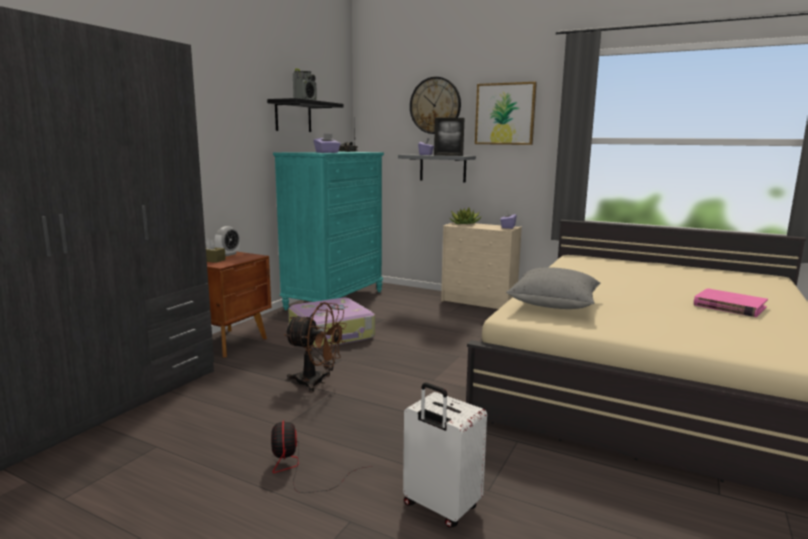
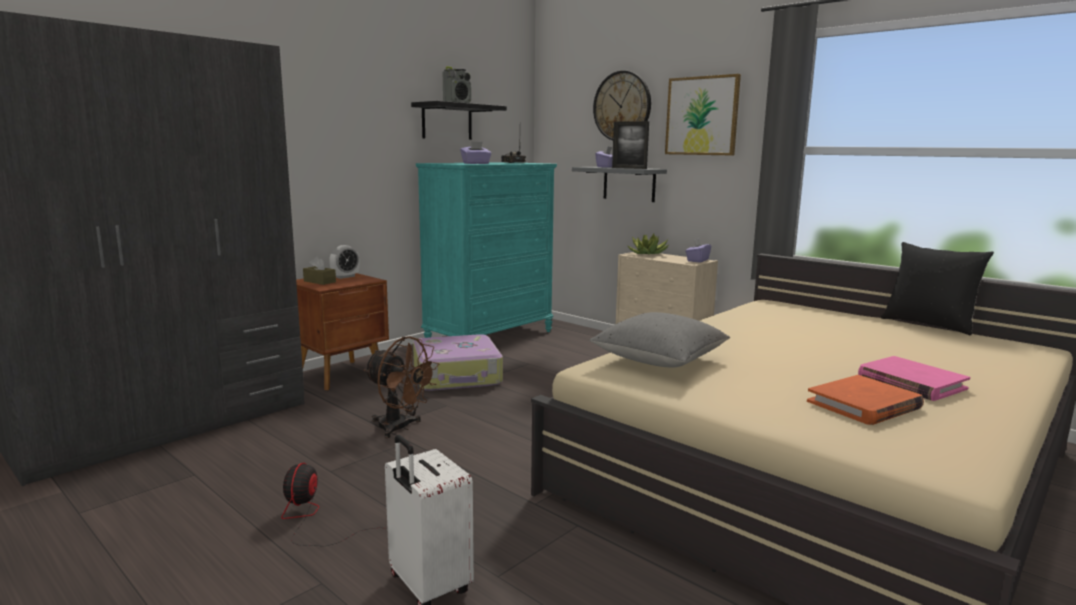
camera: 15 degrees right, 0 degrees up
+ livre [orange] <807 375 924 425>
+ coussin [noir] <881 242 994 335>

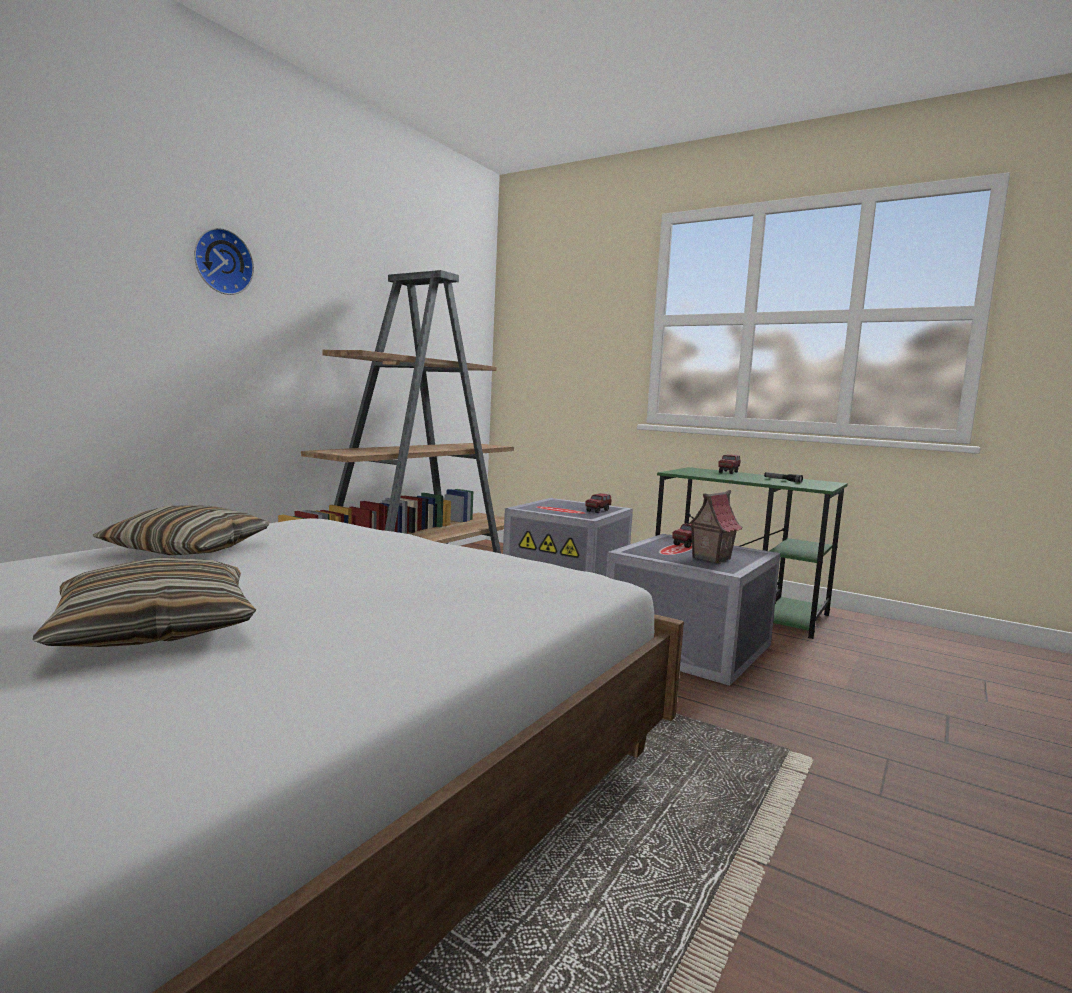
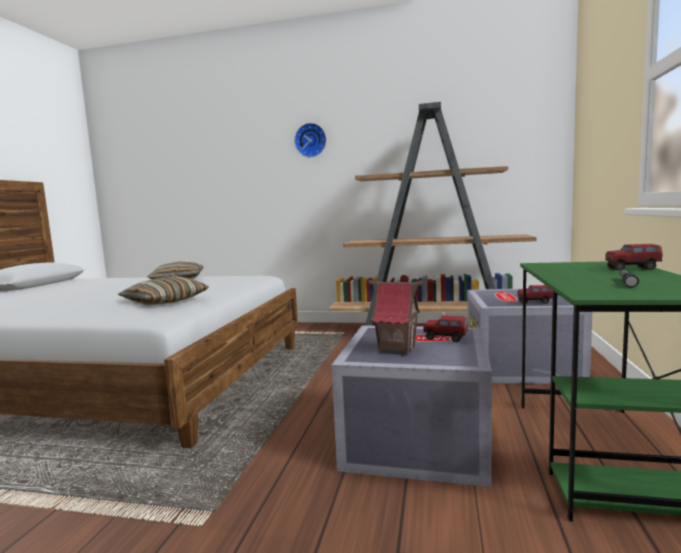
camera: 70 degrees right, 0 degrees up
~ coussin <32 557 256 647> to <118 276 209 305>

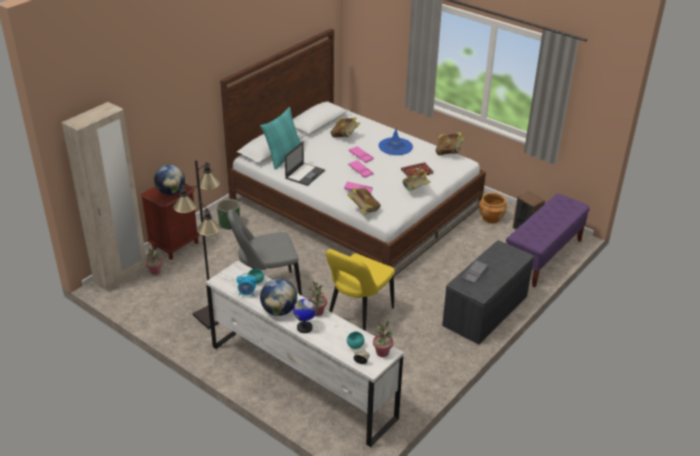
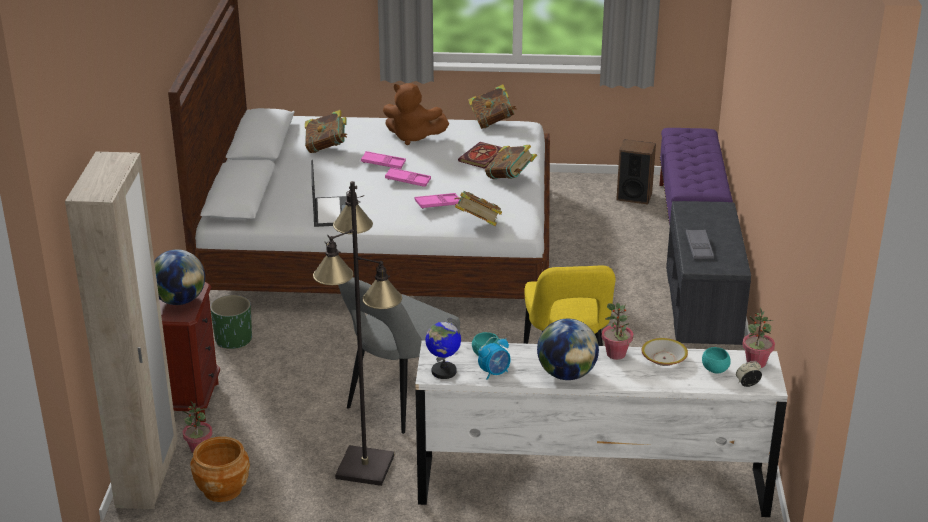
camera: 35 degrees left, 5 degrees down
~ cache-pot [marron] <479 193 507 223> to <190 437 250 502>
~ chapeau [bleu] <379 129 413 155> to peluche [marron] <383 83 449 145>
~ globe <293 299 319 333> to <425 318 461 379>
+ bol <642 338 688 366>
- coussin [turquoise] <260 107 301 169>

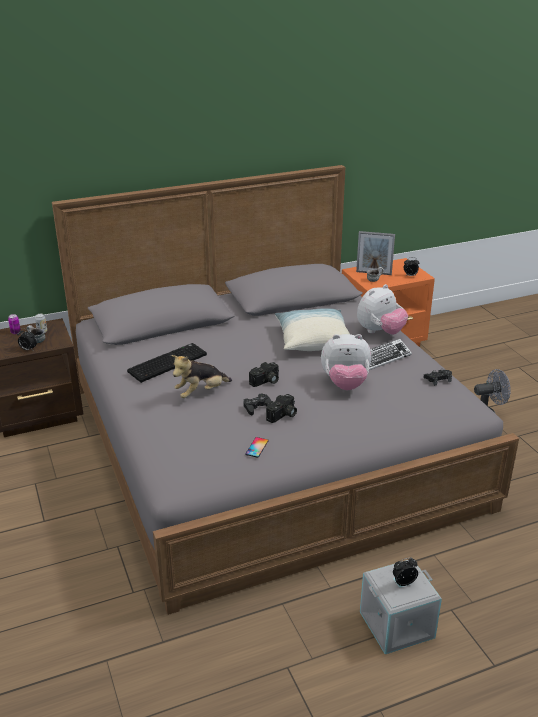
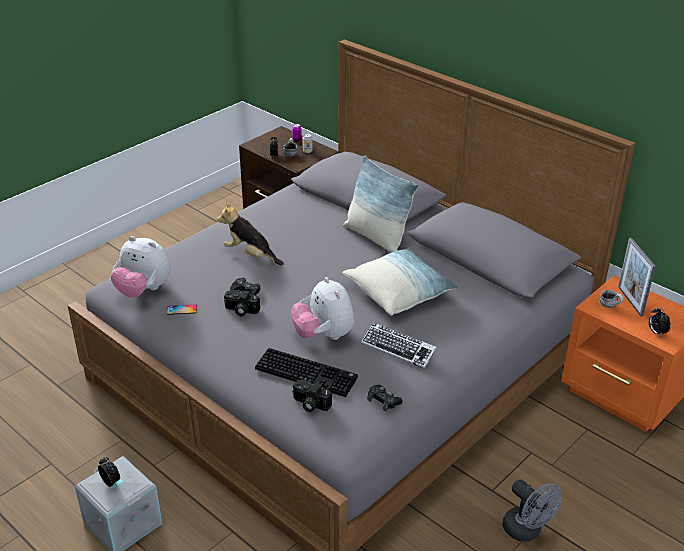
camera: 65 degrees right, 5 degrees up
~ peluche <357 284 408 335> to <111 236 171 298>
~ clavier <127 343 207 383> to <255 348 358 397>
~ appareil photo <249 362 279 387> to <292 379 332 412>
+ coussin <344 156 418 253>

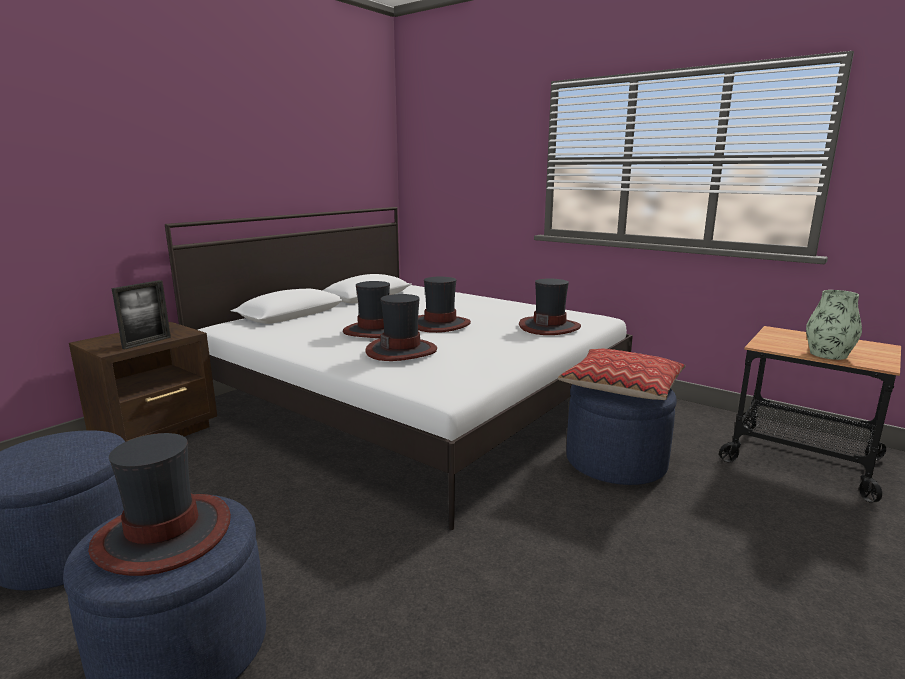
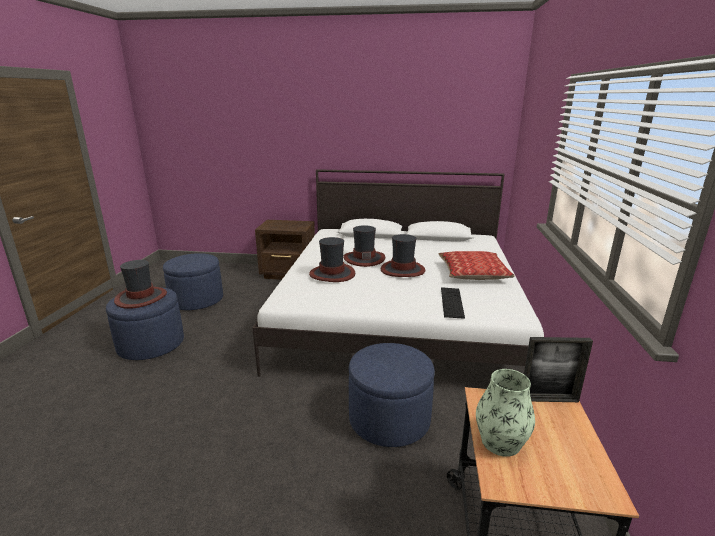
camera: 60 degrees right, 5 degrees up
~ coussin <558 349 686 400> to <439 251 515 280>
~ chapeau <519 278 581 335> to clavier <441 287 465 319>
~ cadre photo <112 280 171 349> to <524 337 593 402>

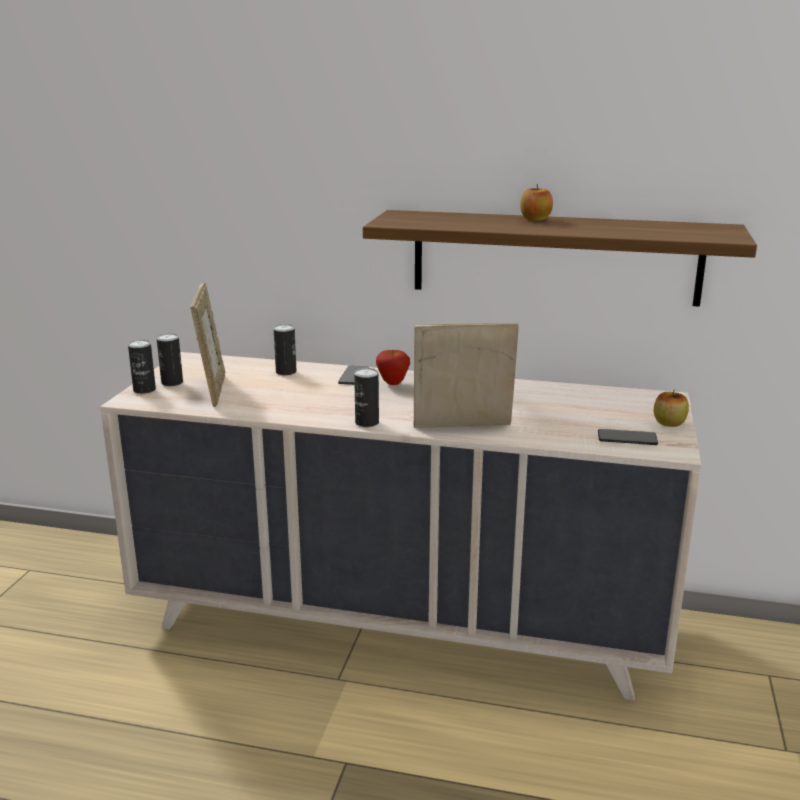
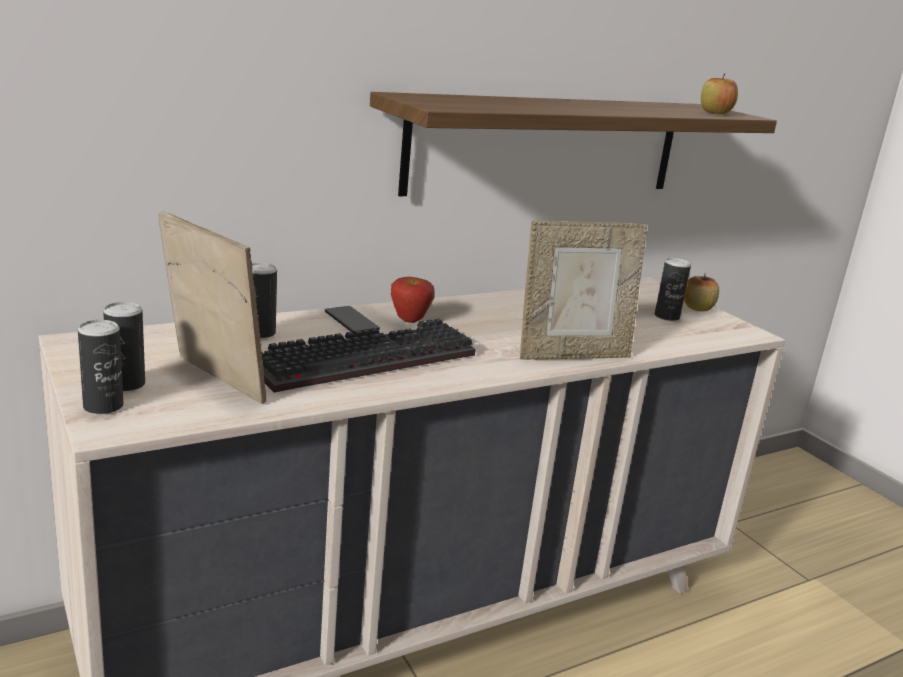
camera: 45 degrees left, 0 degrees up
+ clavier <262 319 476 393>
~ cadre photo <414 323 519 428> = <520 221 647 360> 150 degrees counterclockwise
~ boîte métallique <354 368 379 427> to <655 258 691 321>
~ pomme <520 184 553 221> to <701 73 738 114>
- téléphone <598 429 658 445>

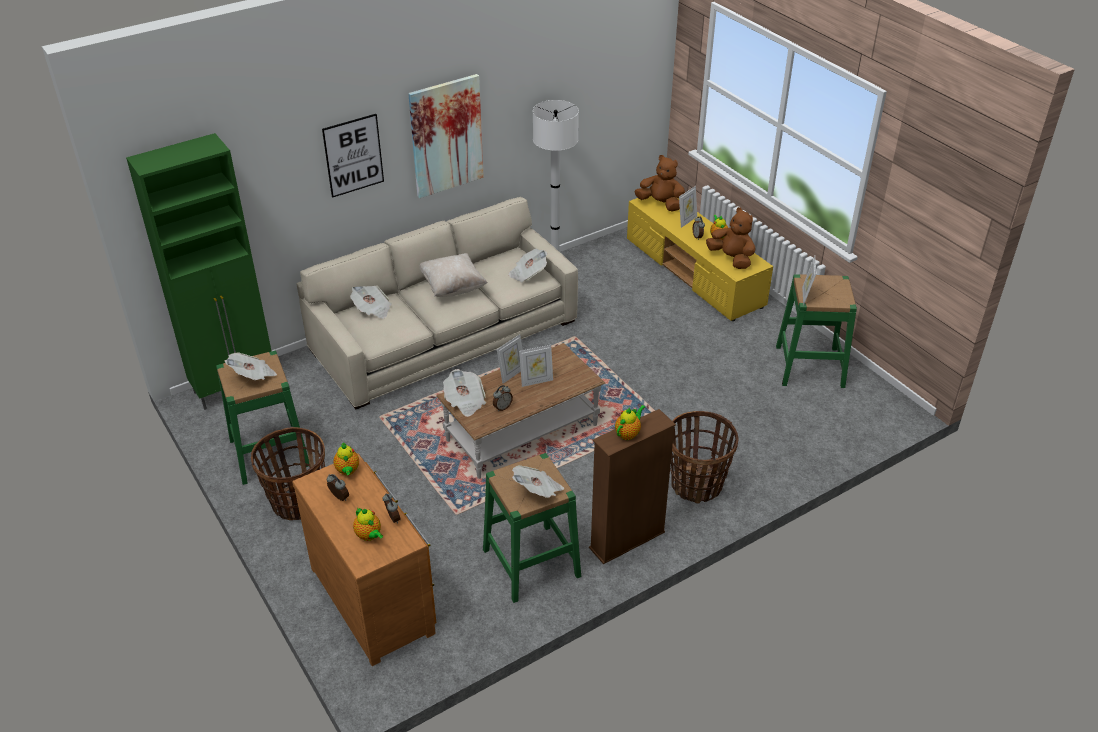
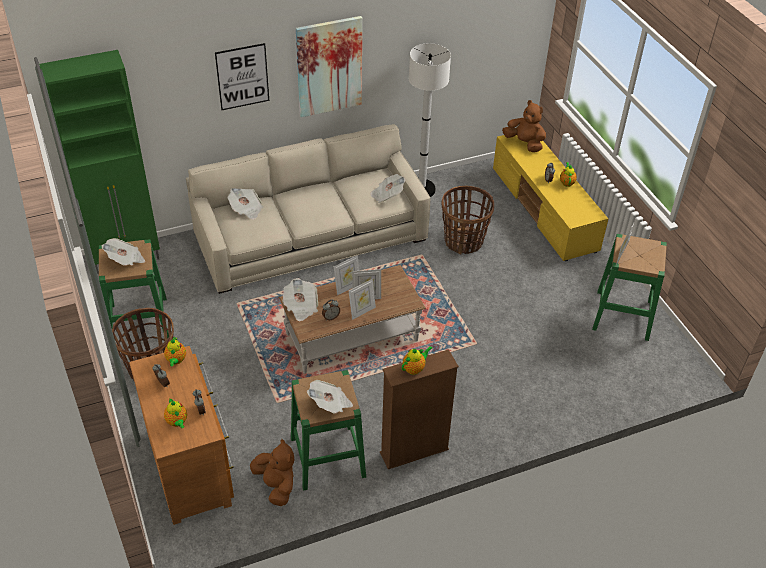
camera: 10 degrees right, 5 degrees up
~ peluche [marron] <706 207 755 269> to <250 439 295 506>
~ cadre photo <679 186 697 228> to <349 279 376 320>
~ panier <670 411 739 504> to <441 186 494 254>
- coussin [beige] <420 253 487 297>

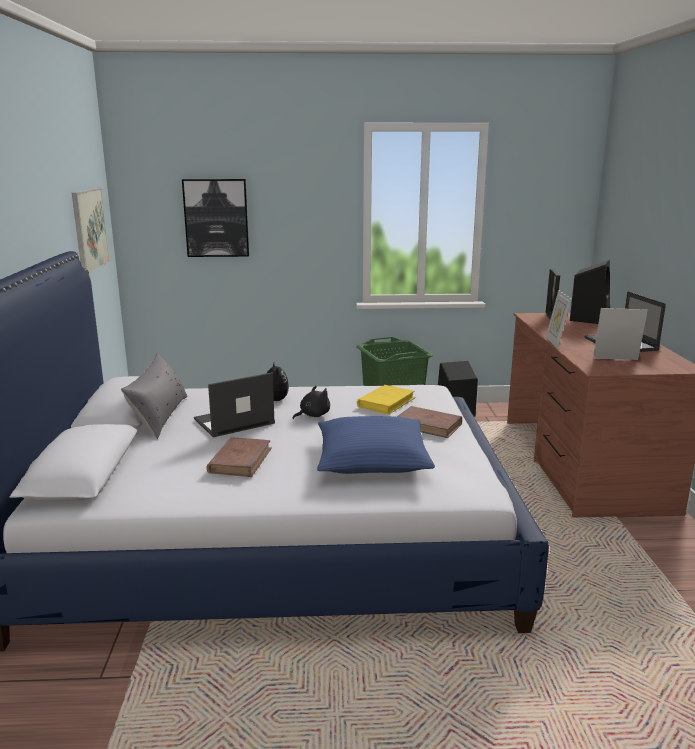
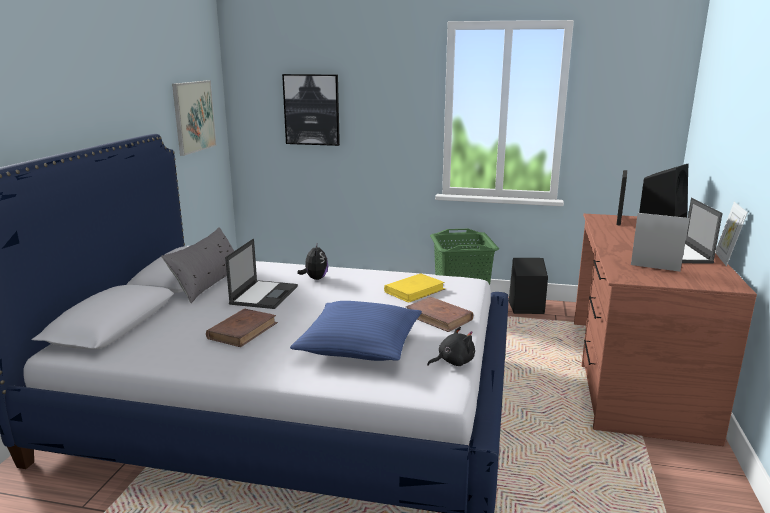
camera: 15 degrees right, 0 degrees up
~ ordinateur portable <194 373 275 437> = <225 239 298 309> 120 degrees clockwise
~ peluche [noir] <293 386 330 419> to <427 327 475 366>
~ cadre photo <546 290 571 348> to <715 202 748 266>

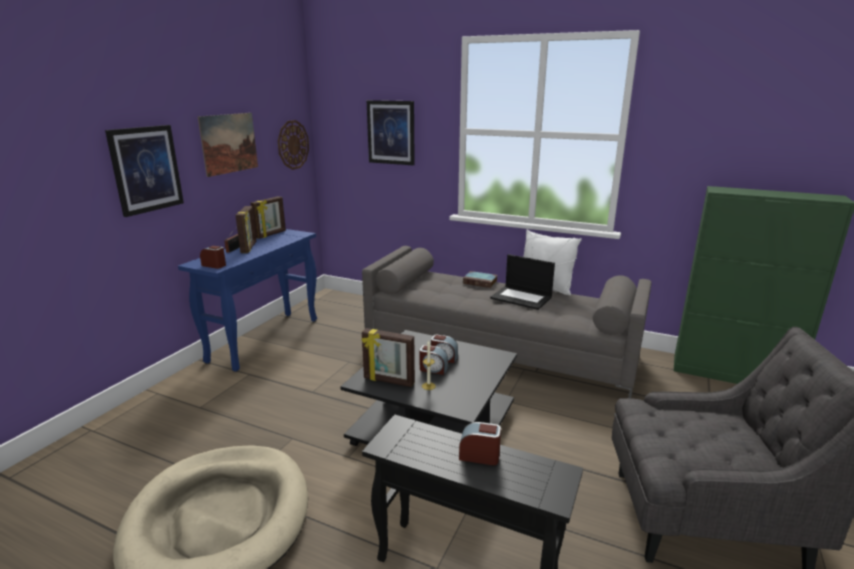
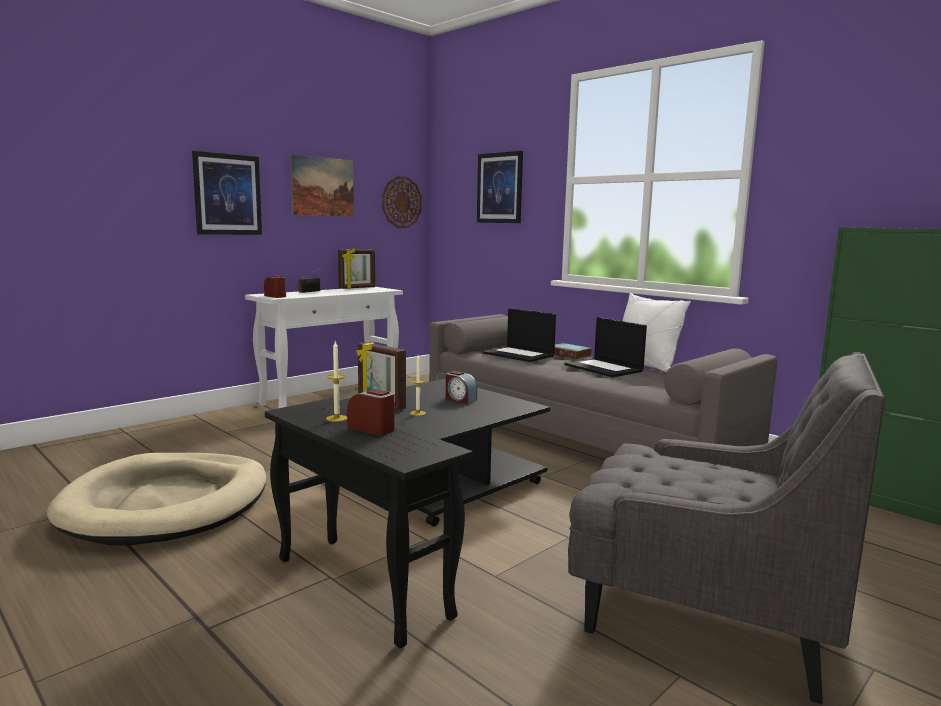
camera: 20 degrees right, 10 degrees down
~ table console [bleu] <178 229 317 372> to table console [blanc] <245 287 403 408>
+ bougie <326 341 347 422>
+ ordinateur portable <483 308 556 362>
- cadre photo <235 206 256 253>
- réveil <420 345 448 375>

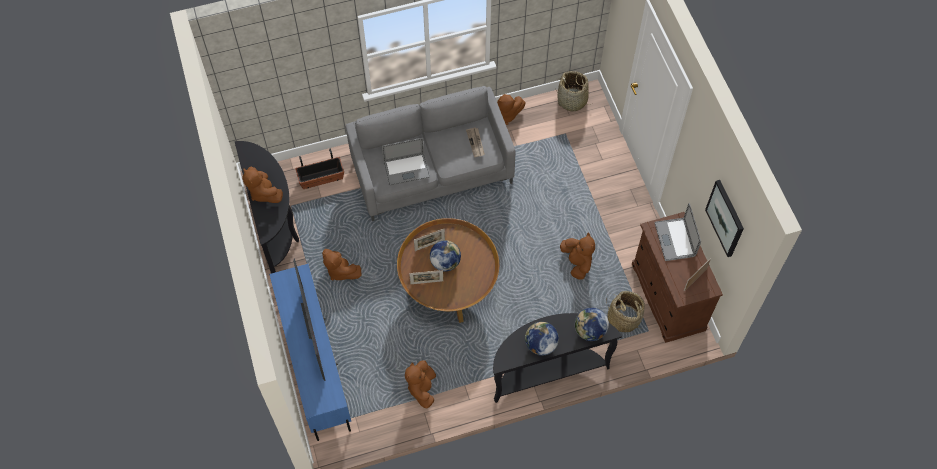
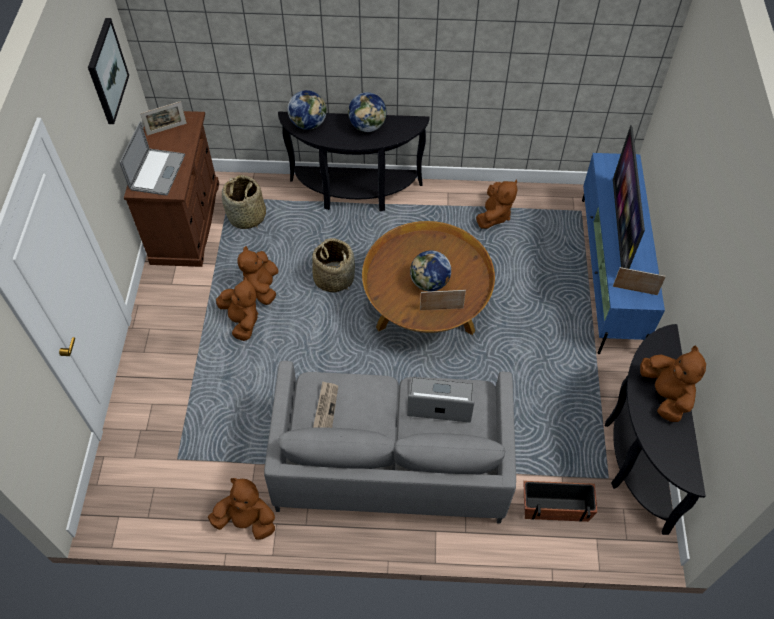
camera: 160 degrees left, 5 degrees down
~ peluche [marron] <322 249 361 281> to <216 276 258 341>
~ panier <557 71 591 111> to <312 238 355 293>
~ cadre photo <409 270 443 284> to <613 267 666 295>

